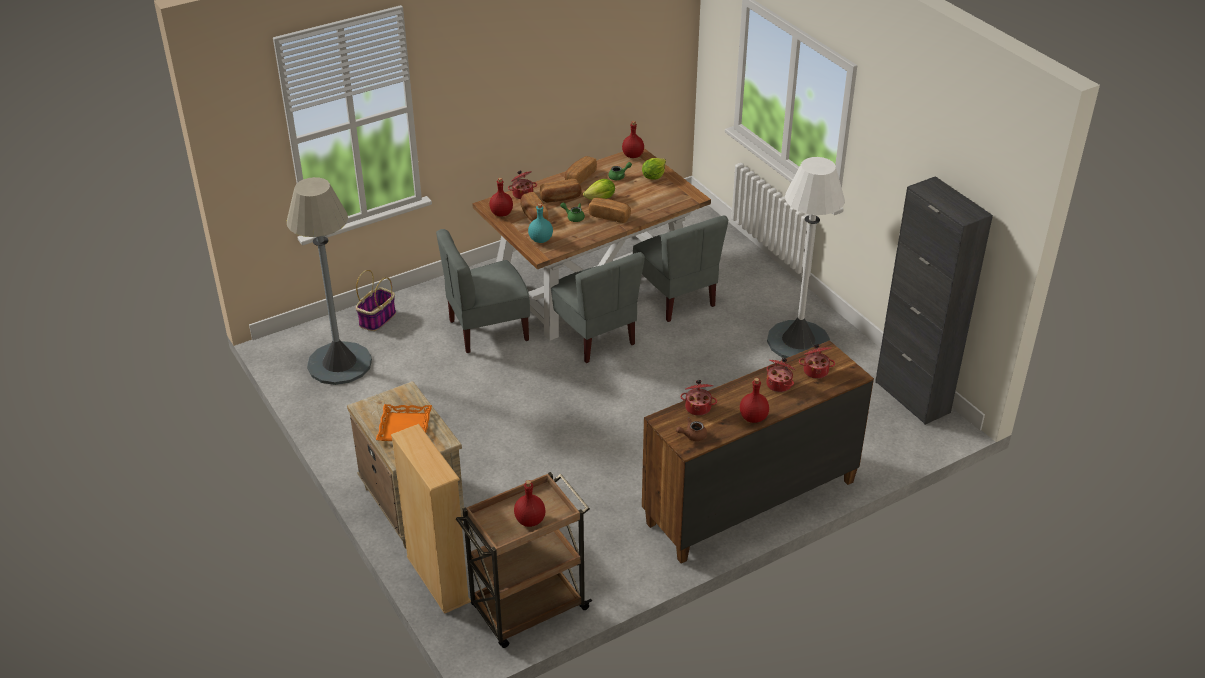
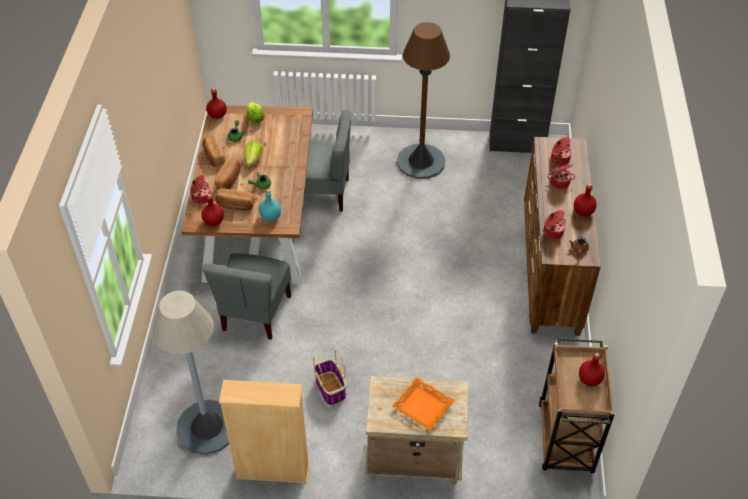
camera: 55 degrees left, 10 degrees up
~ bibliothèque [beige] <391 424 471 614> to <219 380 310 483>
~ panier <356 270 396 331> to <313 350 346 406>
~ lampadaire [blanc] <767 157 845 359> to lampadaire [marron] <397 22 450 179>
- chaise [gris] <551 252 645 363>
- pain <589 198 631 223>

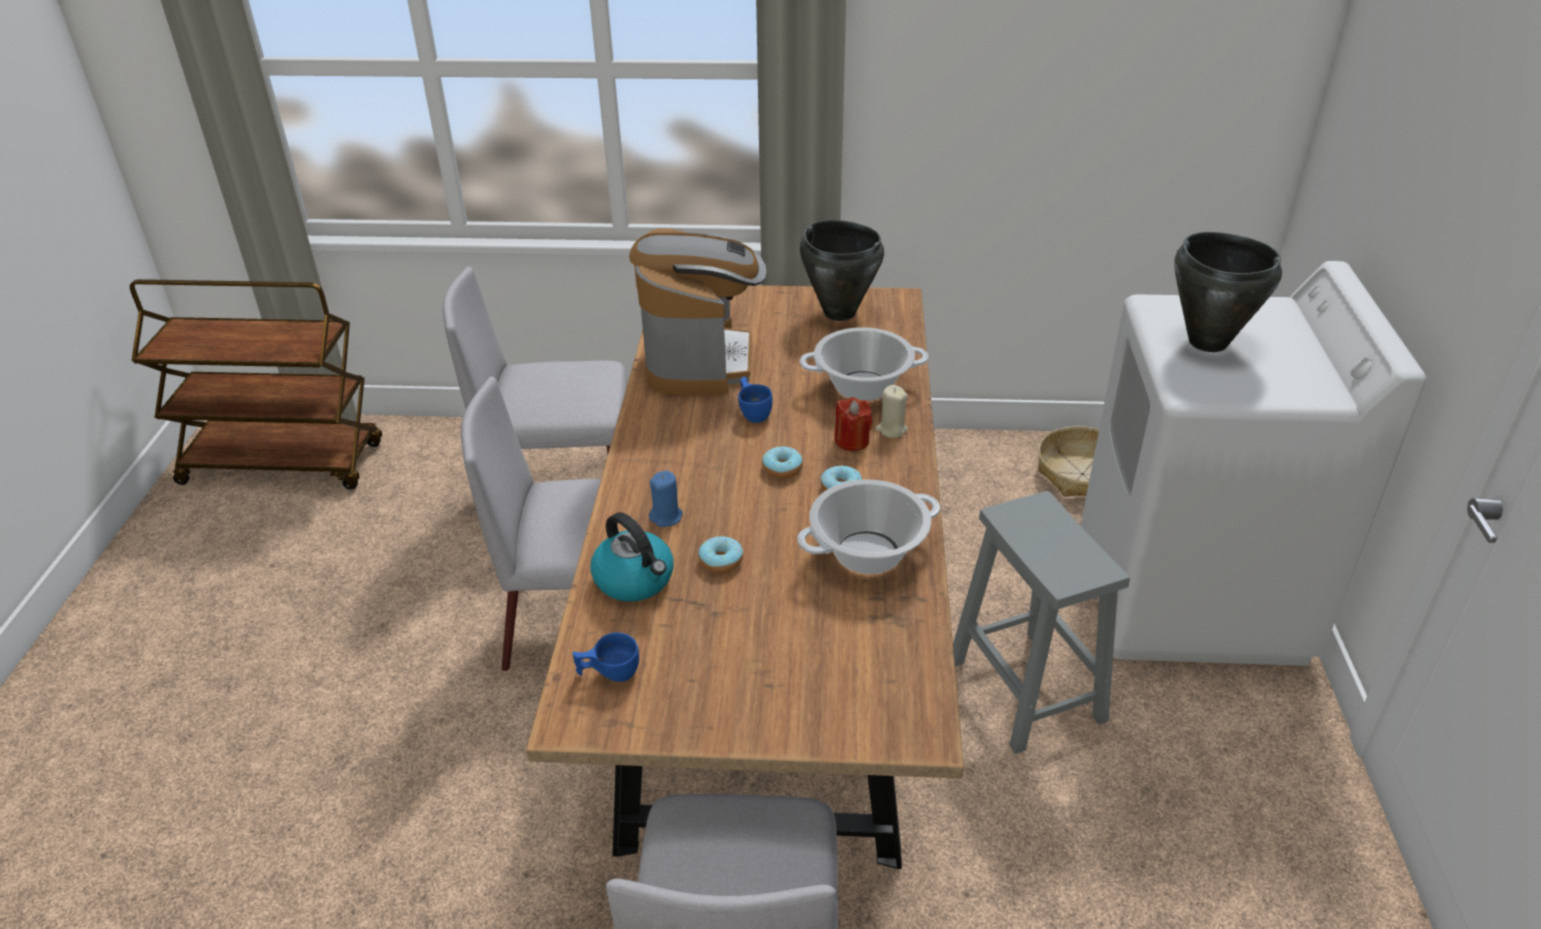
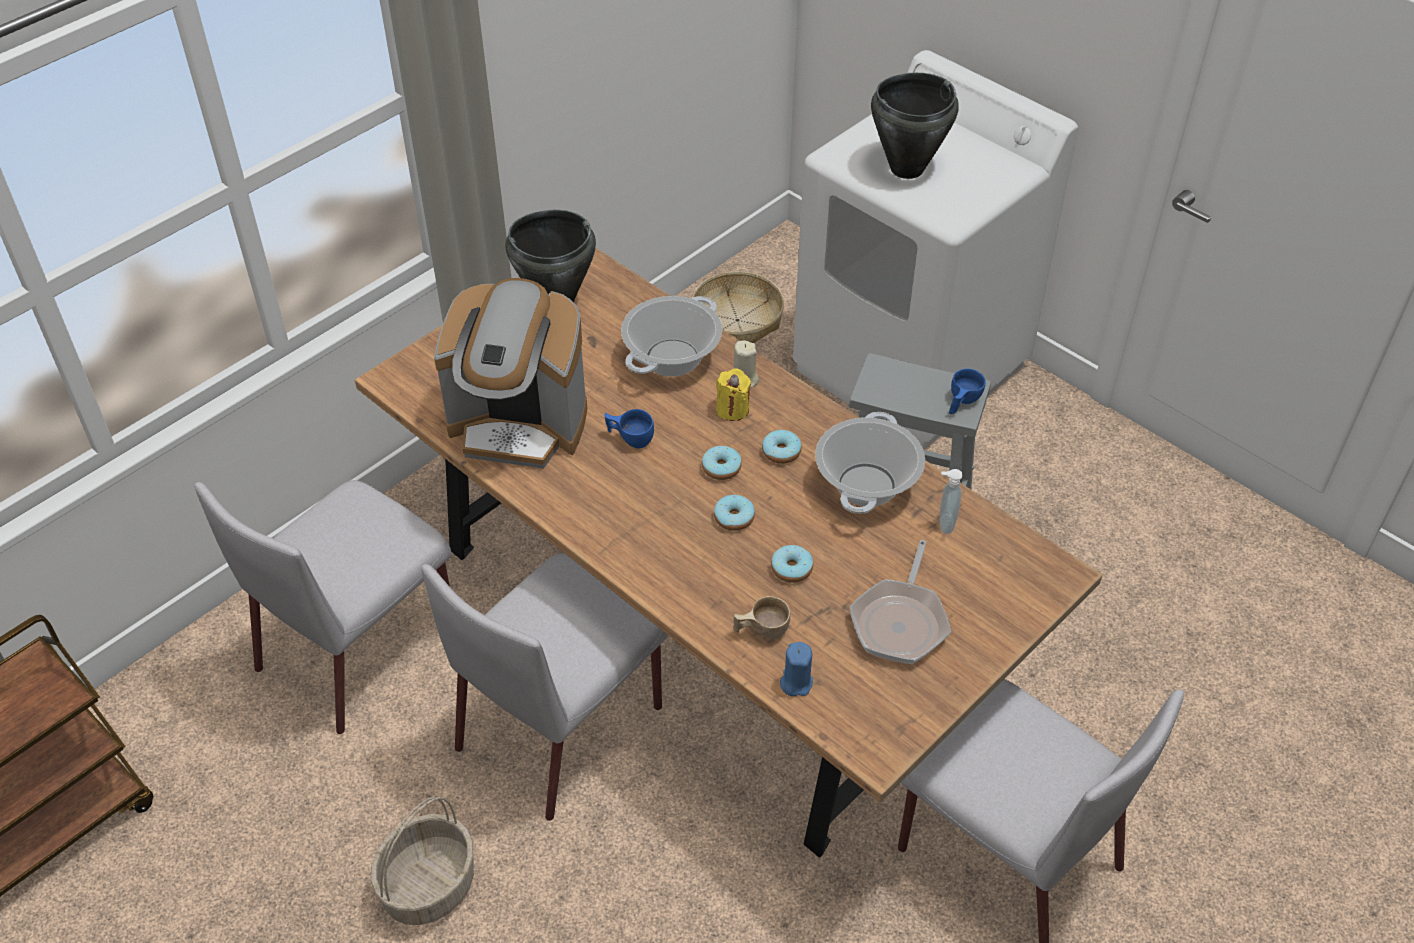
camera: 50 degrees left, 10 degrees up
+ panier <371 797 474 925>
~ machine à café <629 228 767 395> = <434 278 587 469> 150 degrees clockwise
+ beignet <714 495 755 531>
~ bougie [rouge] <835 397 873 451> to bougie [jaune] <716 368 751 421>
~ bouilloire <590 512 674 602> to tasse [beige] <733 596 790 639>
~ bougie [bleu] <649 471 683 527> to <780 642 813 696>
+ poêle <849 540 951 664>
+ distributeur de savon <940 469 963 534>
~ tasse [bleu] <573 632 639 682> to <949 369 986 414>

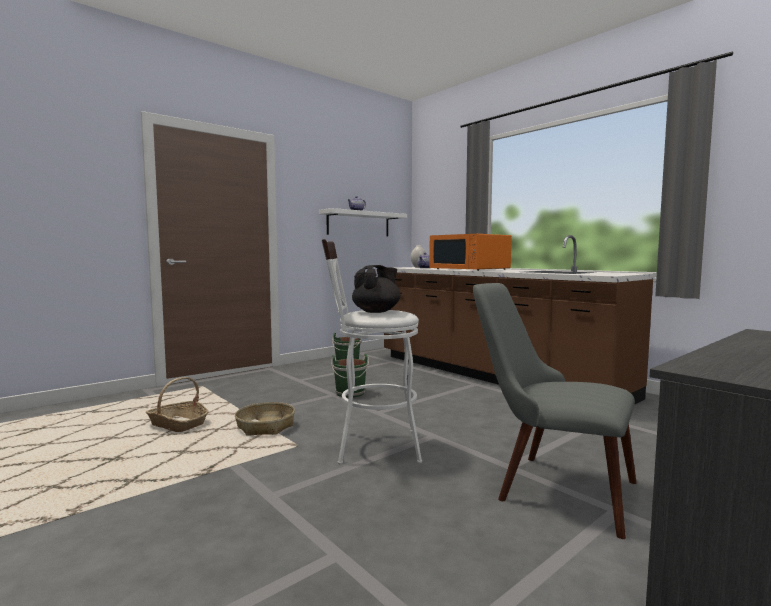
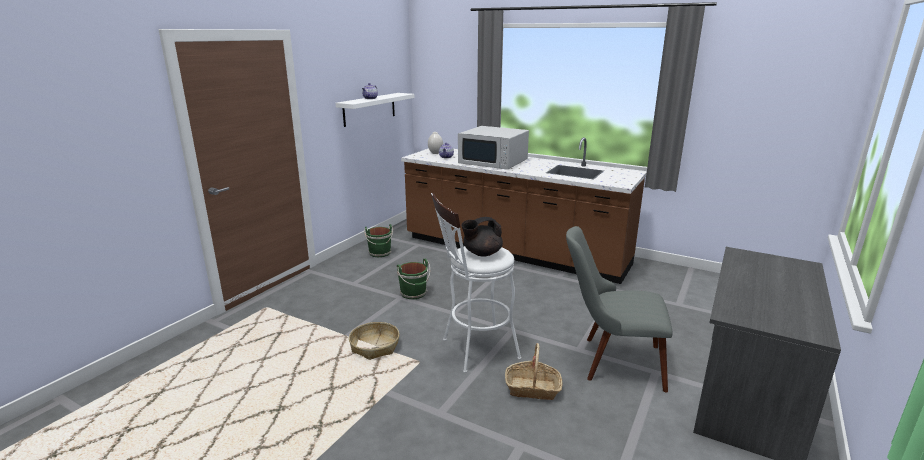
camera: 20 degrees left, 15 degrees up
~ micro-ondes [orange] <429 234 512 271> to micro-ondes [blanc] <458 126 529 170>
~ théière [noir] <352 265 401 313> = <461 217 503 257> 135 degrees counterclockwise
~ panier <146 377 208 432> to <505 343 563 400>

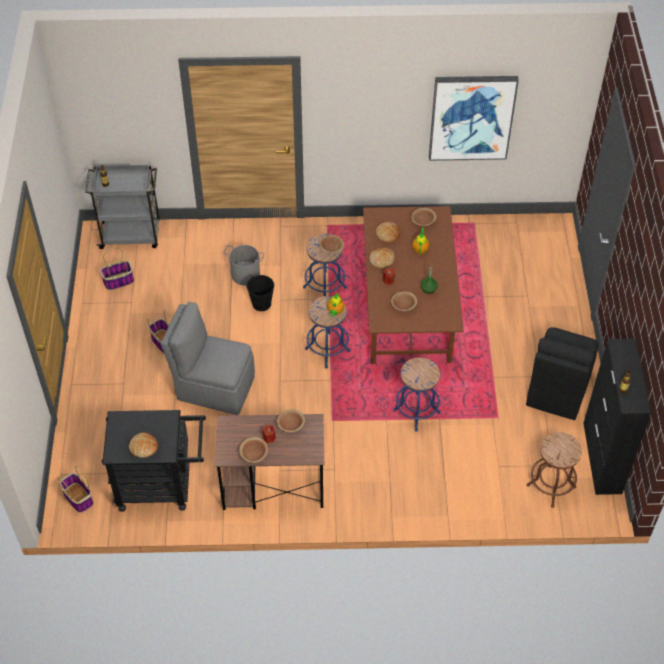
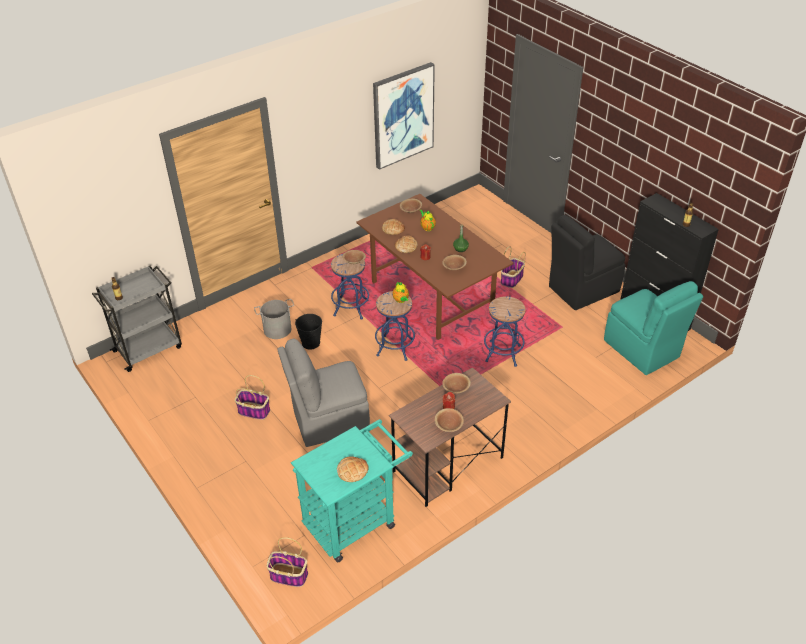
camera: 35 degrees left, 10 degrees down
~ chariot [noir] <102 410 206 512> to chariot [turquoise] <291 419 413 562>
~ panier <100 248 134 290> to <501 246 526 288>
~ chaise [noir] <526 327 599 420> = <549 215 625 310> 75 degrees clockwise
~ tabouret [marron] <527 432 582 508> to chaise [turquoise] <604 281 703 375>

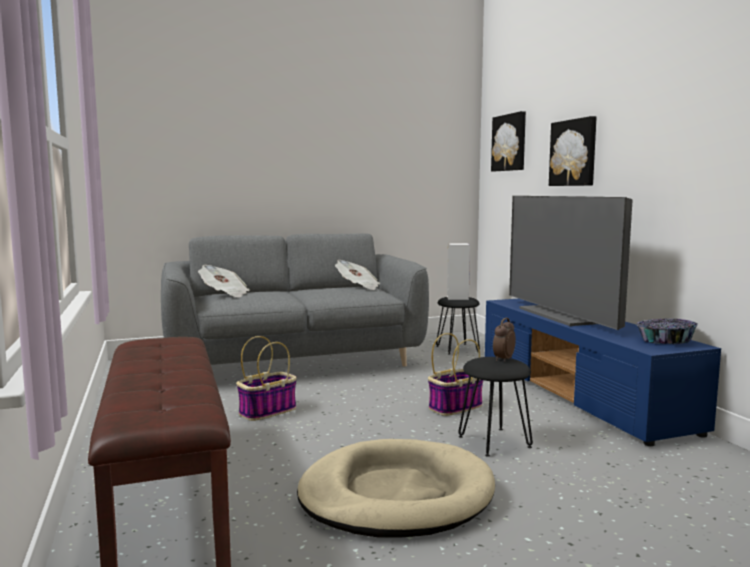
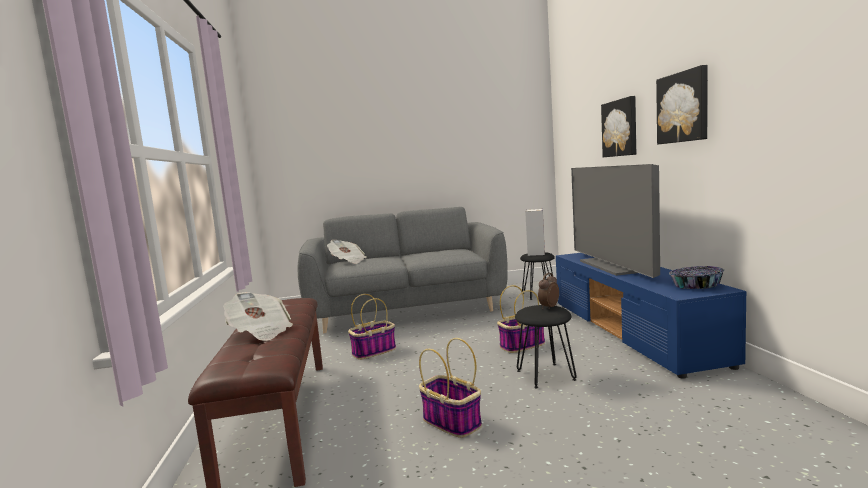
camera: 10 degrees right, 0 degrees up
~ journal <335 260 381 290> to <223 292 293 341>
~ panier pour chien [beige] <297 439 495 538> to panier <419 338 482 438>
~ tableau <491 111 526 171> to <656 65 708 144>

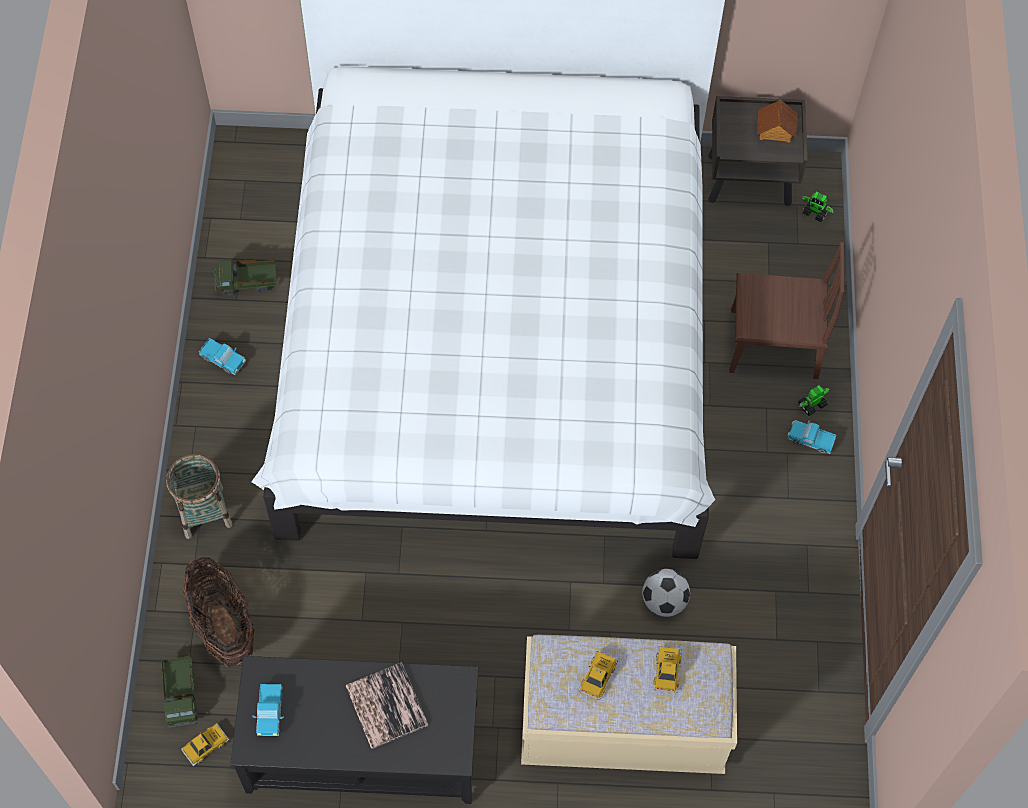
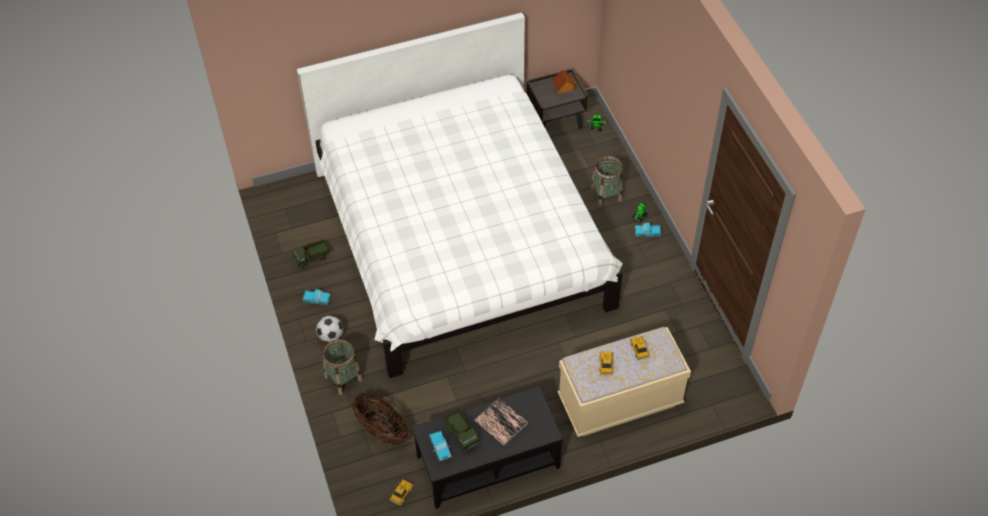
camera: 20 degrees left, 10 degrees down
~ ballon de foot <642 569 690 617> to <316 316 343 343>
~ camion jouet <160 654 198 728> to <443 407 480 451>
~ chaise [marron] <729 242 844 379> to panier <591 156 623 207>

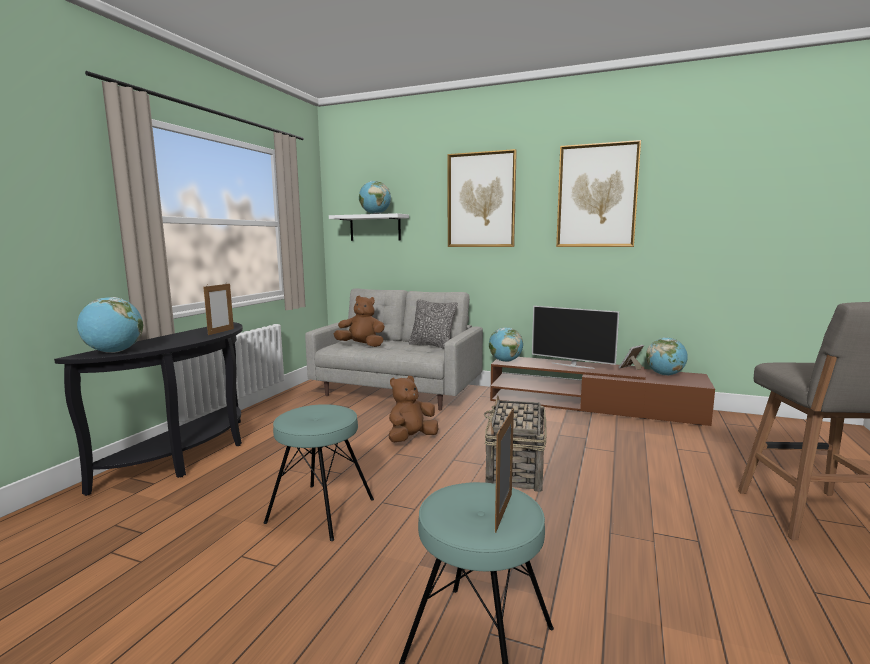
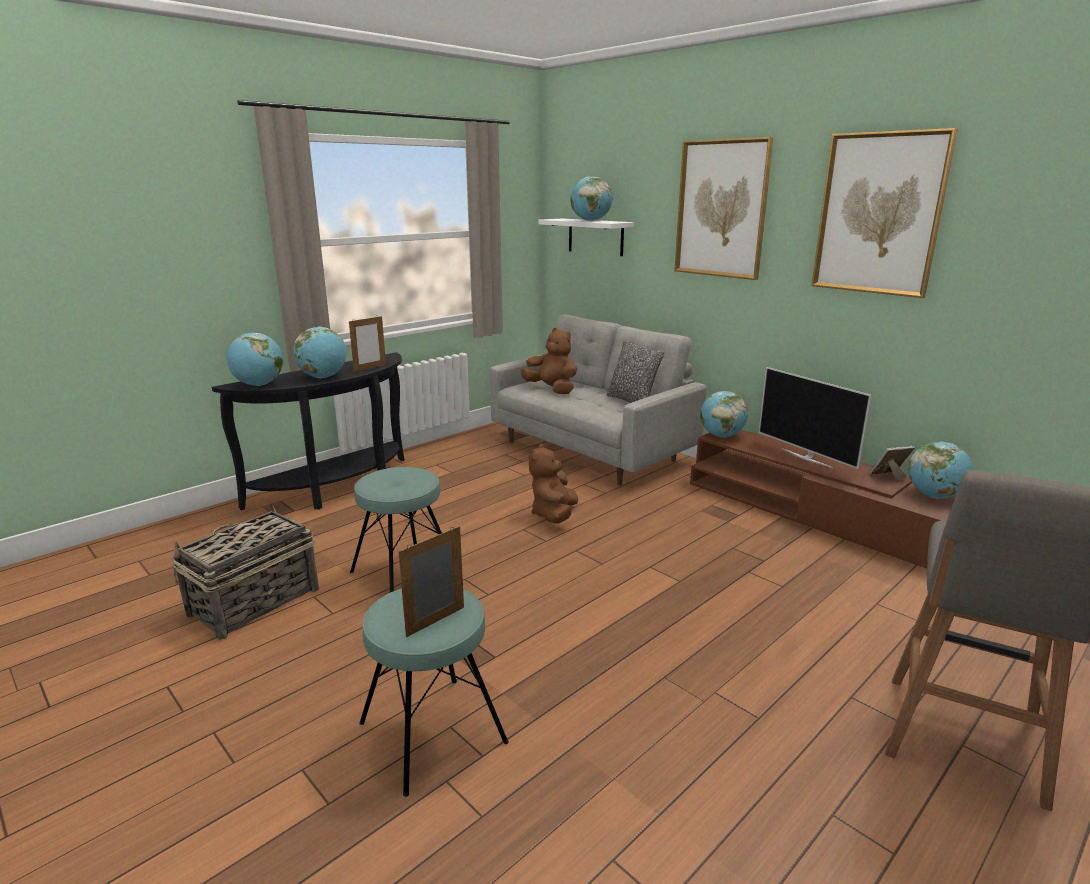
camera: 25 degrees right, 10 degrees up
~ panier <484 395 547 492> to <171 504 319 640>
+ globe <293 326 346 378>
~ peluche [marron] <389 376 439 443> = <529 443 578 523> 60 degrees counterclockwise

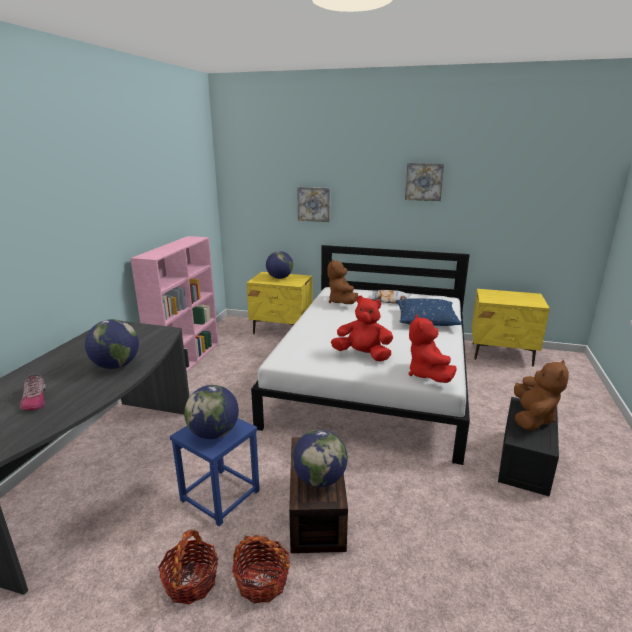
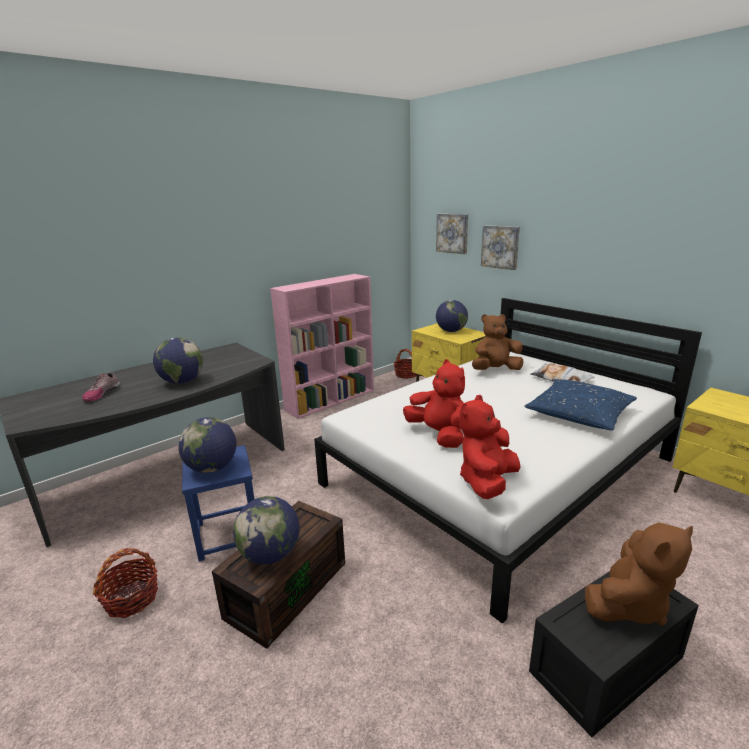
camera: 35 degrees right, 0 degrees up
~ panier <232 534 290 603> to <394 349 417 379>
~ tableau <405 163 444 201> to <436 214 468 254>
~ peluche [marron] <327 259 358 304> = <472 314 524 370> 45 degrees clockwise

